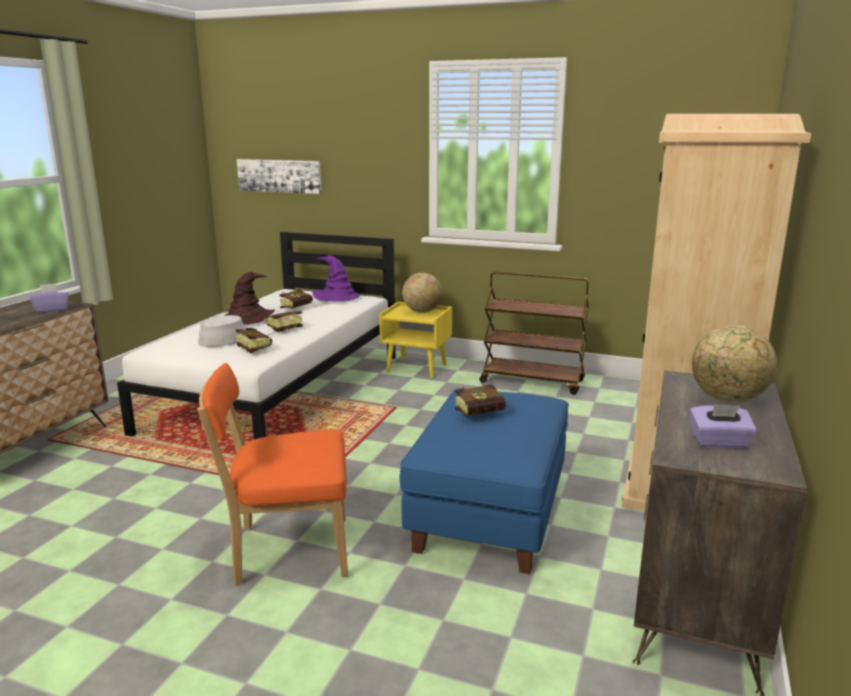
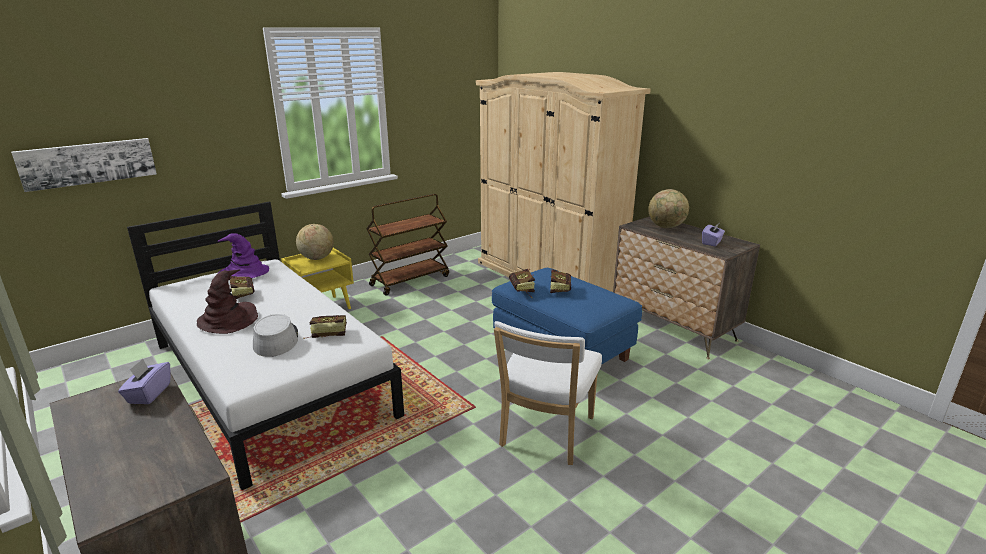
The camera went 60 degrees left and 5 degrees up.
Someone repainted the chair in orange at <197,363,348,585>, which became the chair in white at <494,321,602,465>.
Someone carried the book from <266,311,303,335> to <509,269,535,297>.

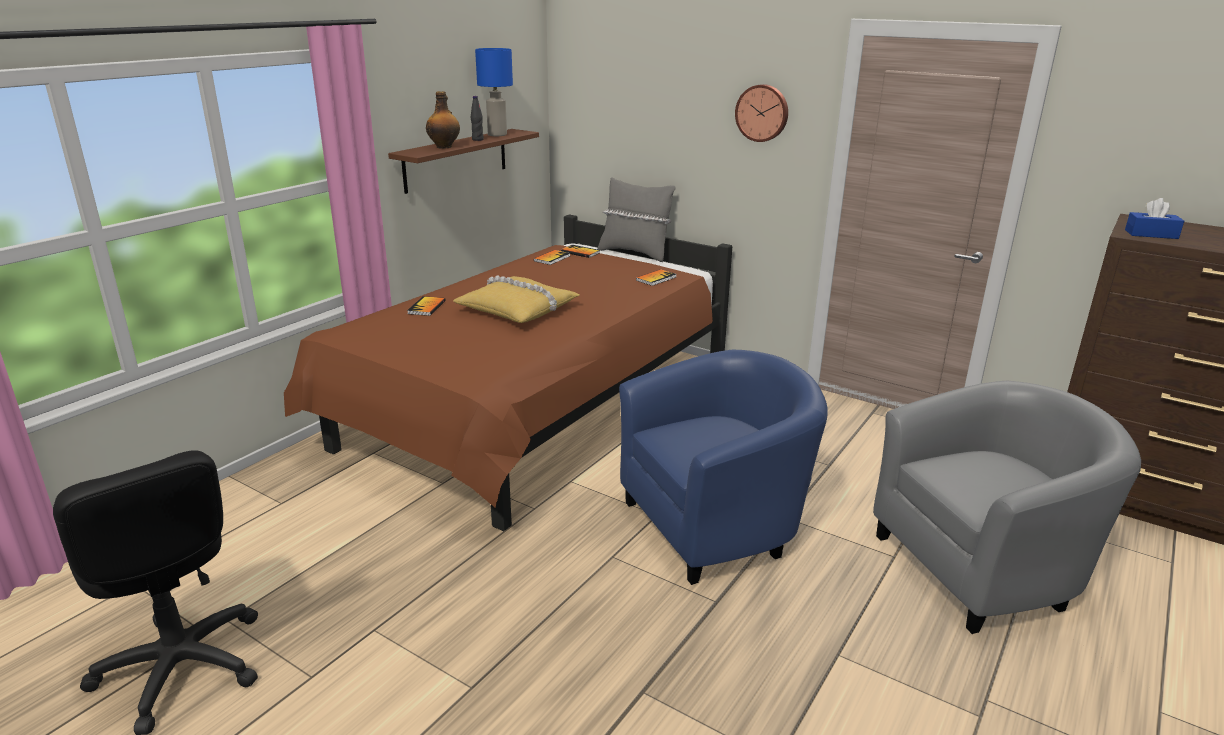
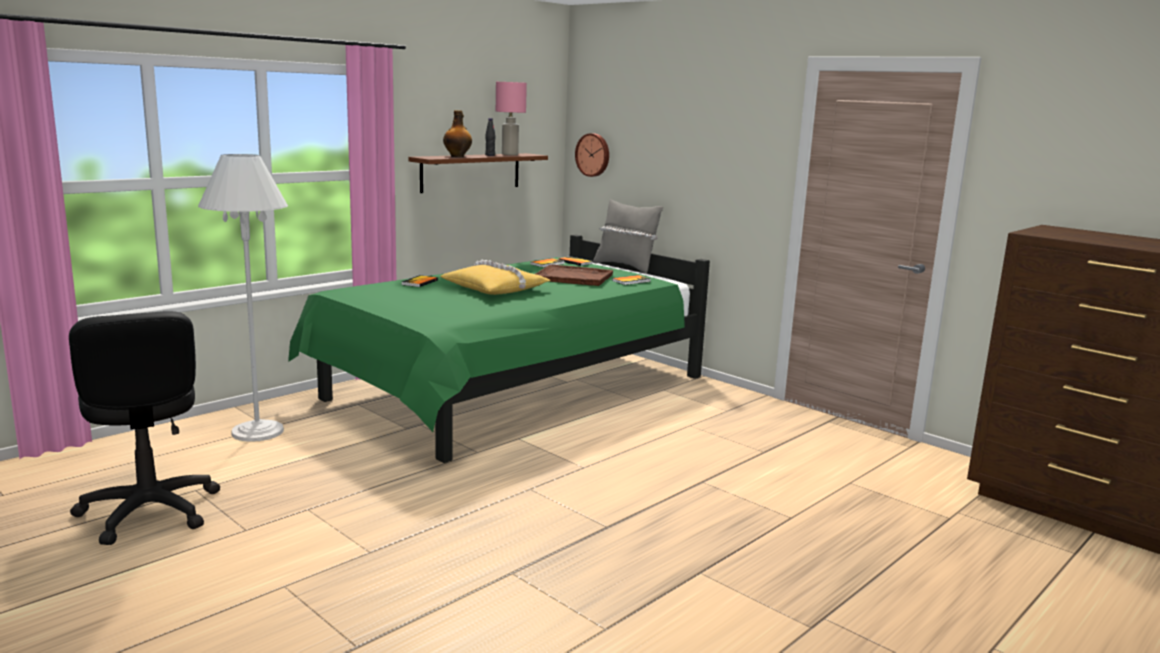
The camera went 10 degrees right and 10 degrees down.
Someone repainted the bed in brown at <284,214,732,531>, which became the bed in green at <288,235,710,463>.
Someone repainted the table lamp in blue at <475,48,513,136>, which became the table lamp in pink at <496,82,527,155>.
Someone took away the armchair in blue at <619,350,828,585>.
Someone carried the wall clock from <735,84,788,142> to <575,133,609,177>.
Someone took away the armchair in grey at <873,381,1141,634>.
Someone took away the tissue box in blue at <1125,198,1184,239>.
Someone put down the floor lamp in white at <198,154,288,442>.
Someone put down the tray in brown at <535,264,613,286>.

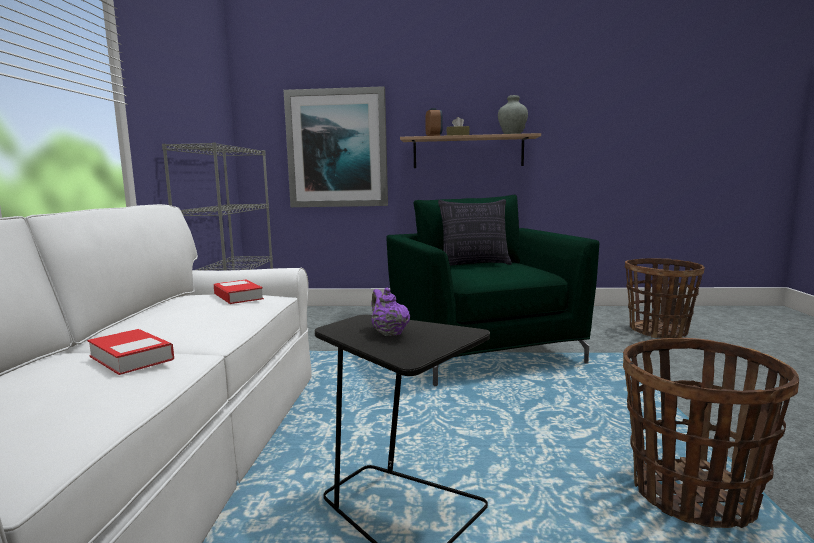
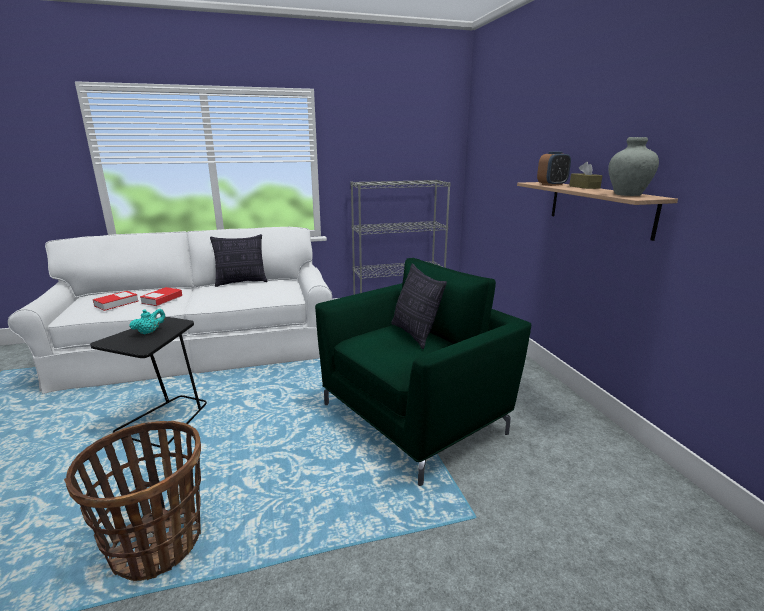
The camera went 70 degrees right and 10 degrees up.
Someone carried the book from <214,280,264,304> to <93,291,138,311>.
Someone took away the picture at <284,86,388,207>.
Someone repainted the teapot in purple at <371,288,410,336>, which became the teapot in turquoise at <129,309,166,335>.
Someone took away the basket at <625,258,705,339>.
Someone put down the pillow at <210,234,268,287>.

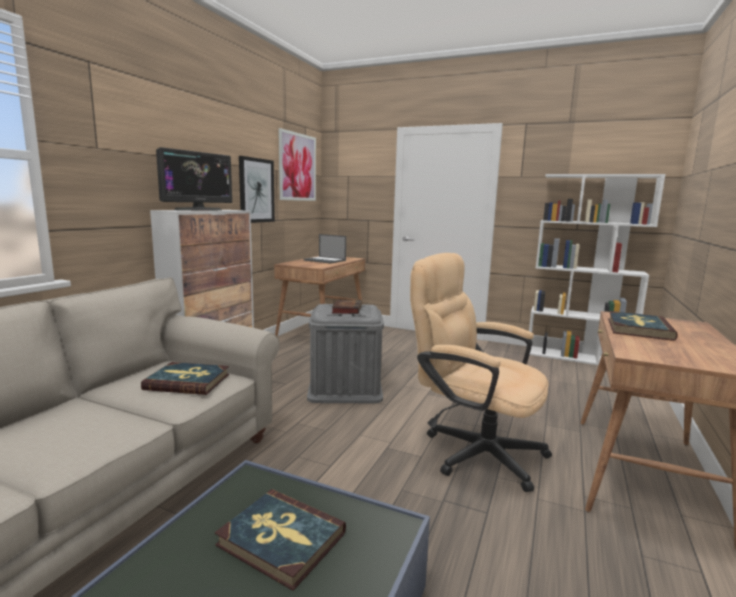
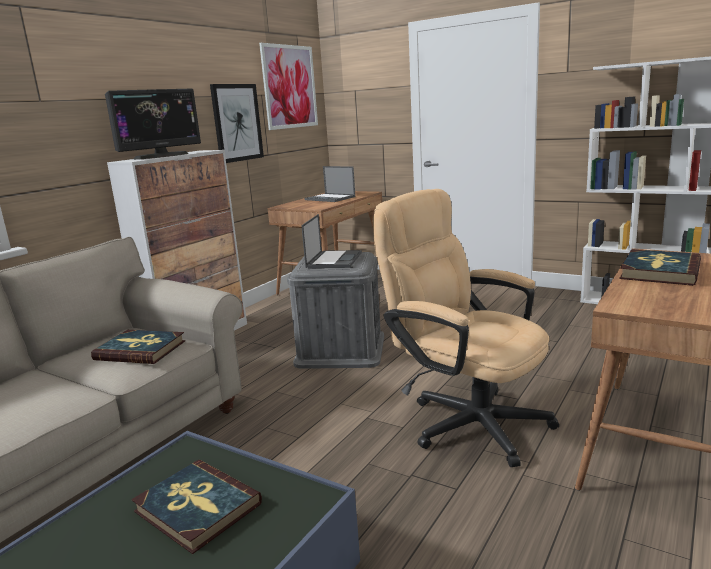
The camera went 10 degrees right and 5 degrees up.
Someone swapped the book at <332,299,362,314> for the laptop at <301,214,362,268>.

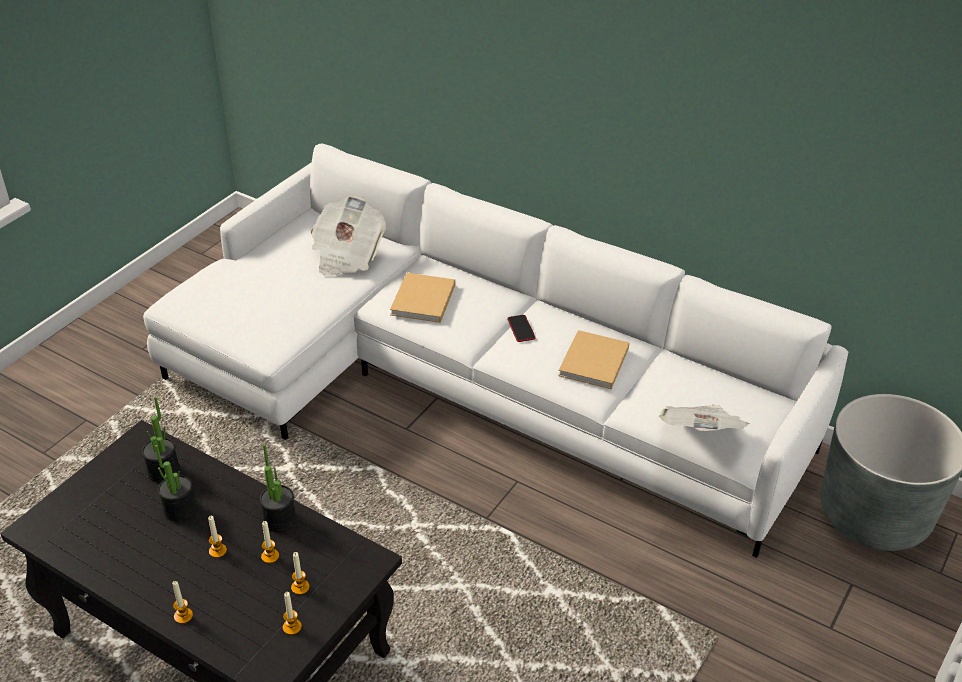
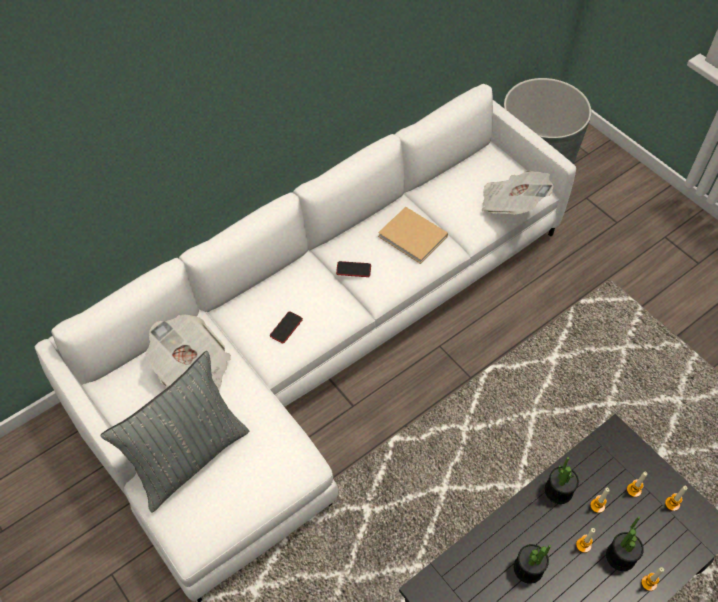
The camera went 70 degrees left and 15 degrees up.
Someone carried the potted plant from <142,397,180,483> to <606,516,644,571>.
Someone swapped the book in beige at <390,273,455,323> for the phone at <270,311,303,343>.
Someone put down the pillow in grey at <100,351,249,513>.

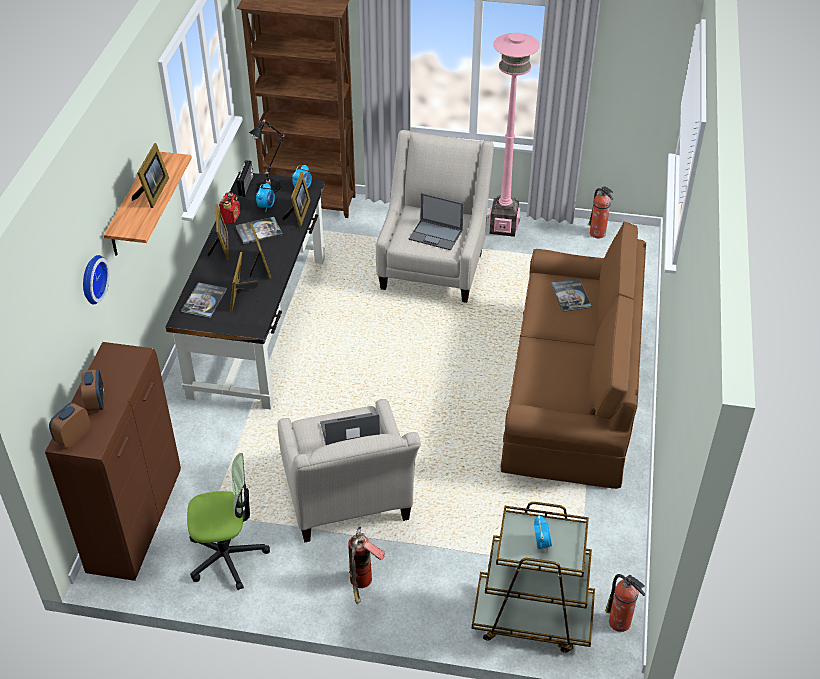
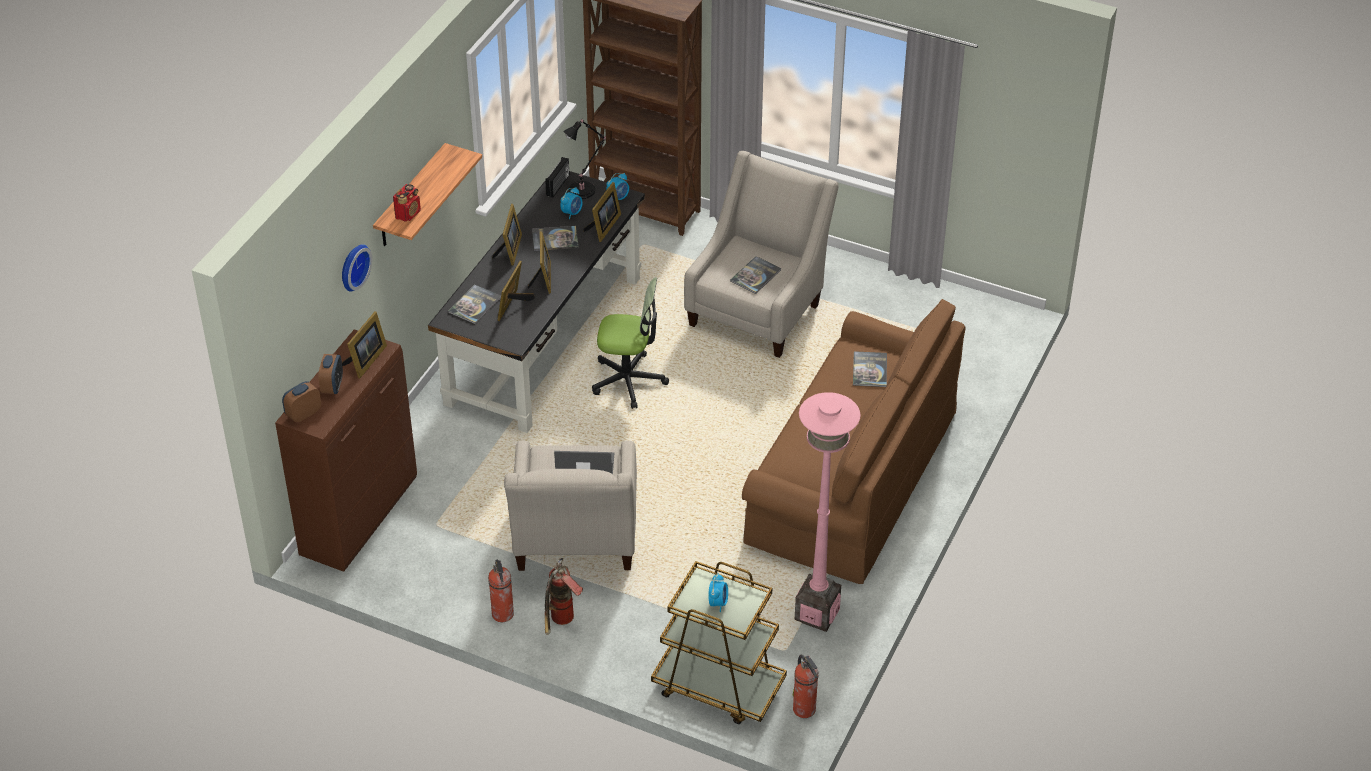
The camera went 15 degrees right and 0 degrees up.
Someone carried the picture frame from <132,143,169,208> to <342,311,387,378>.
Someone carried the office chair from <187,453,270,590> to <592,277,669,409>.
Someone carried the radio from <219,192,240,224> to <393,184,421,222>.
Someone swapped the laptop at <409,193,464,250> for the book at <730,256,781,294>.
Someone carried the floor lamp in pink from <488,33,540,237> to <795,392,861,632>.
Someone carried the fire extinguisher from <588,186,613,238> to <488,559,514,622>.

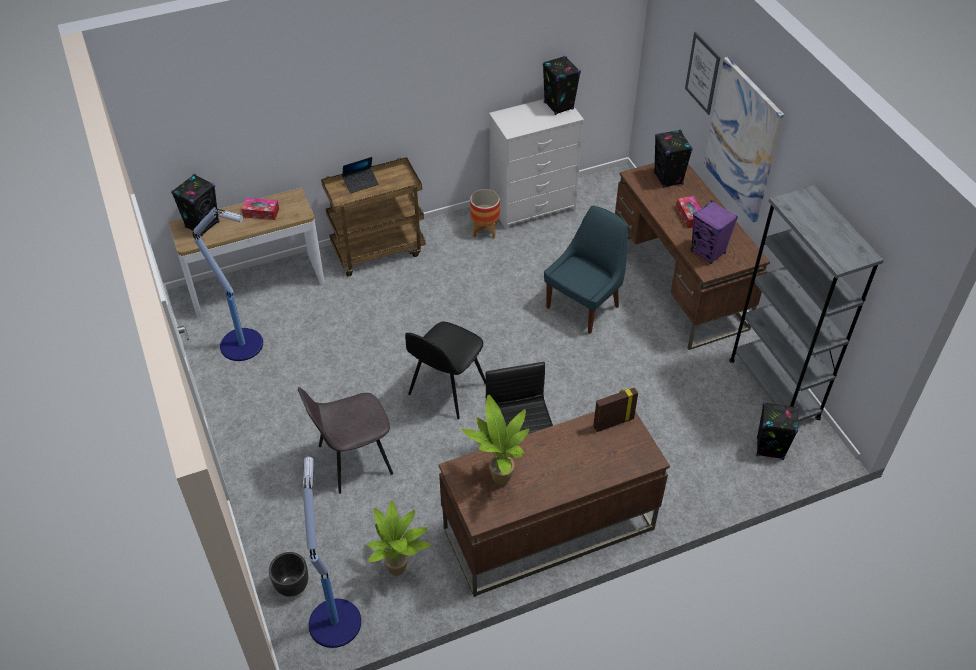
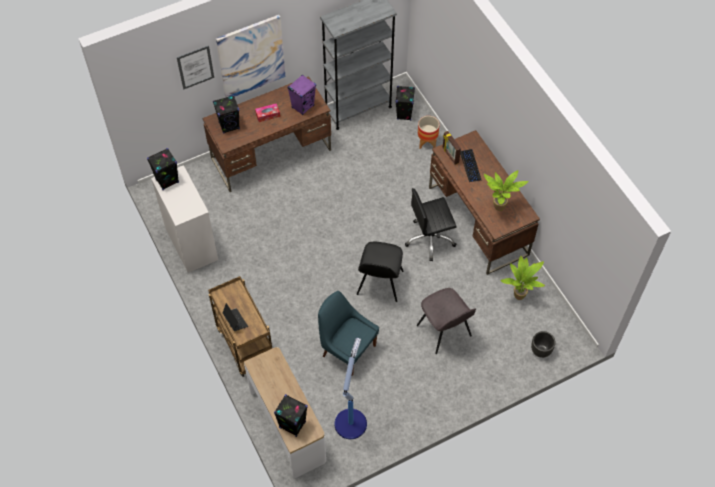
The camera went 95 degrees left and 10 degrees up.
Someone took away the tissue box at <242,198,279,220>.
Someone took away the floor lamp at <303,457,361,648>.
Someone rotated the chair in black at <405,322,486,419> by 75 degrees clockwise.
Someone carried the planter from <470,189,500,239> to <418,116,440,149>.
Someone carried the chair in blue from <544,206,628,334> to <318,291,379,375>.
Someone put down the keyboard at <460,149,481,182>.

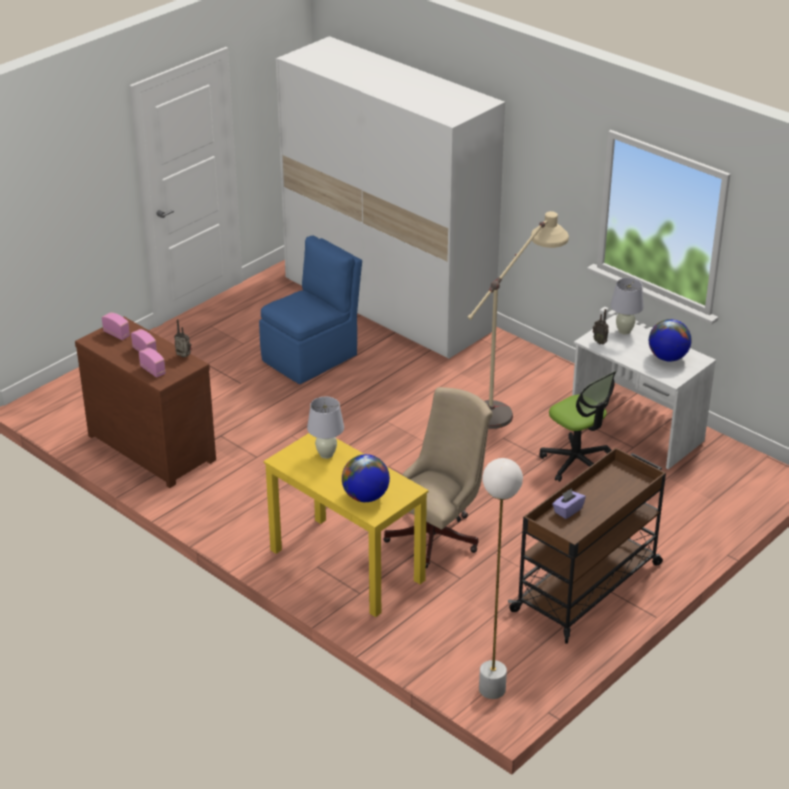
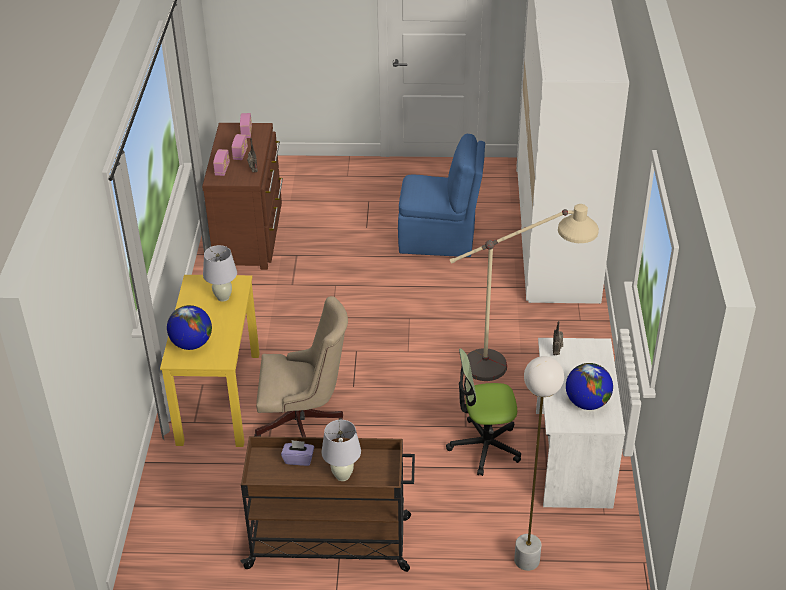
The camera went 50 degrees right and 5 degrees up.
Someone carried the floor lamp in white from <479,458,523,699> to <514,356,564,571>.
Someone rotated the office chair at <539,371,616,482> by 75 degrees clockwise.
Someone carried the table lamp in white from <611,278,644,334> to <321,420,361,481>.

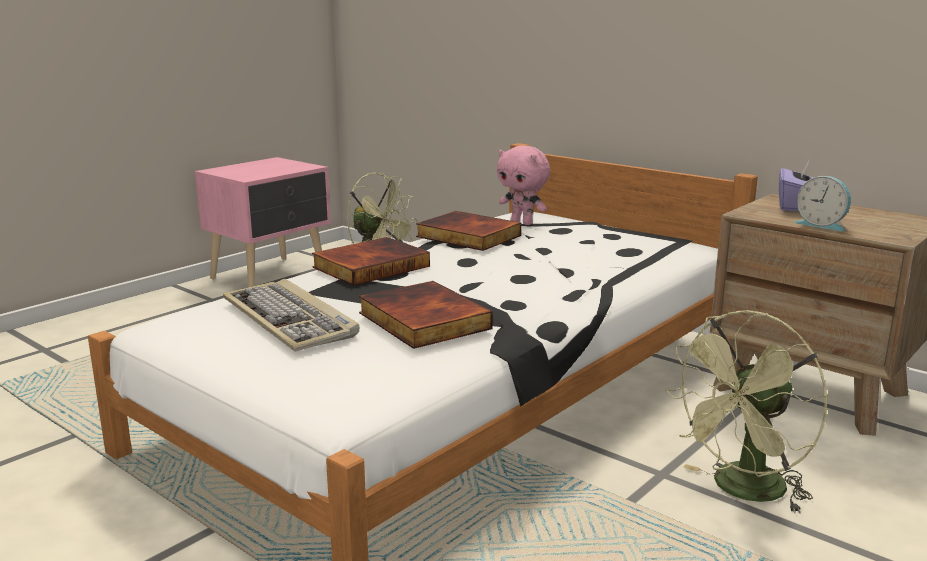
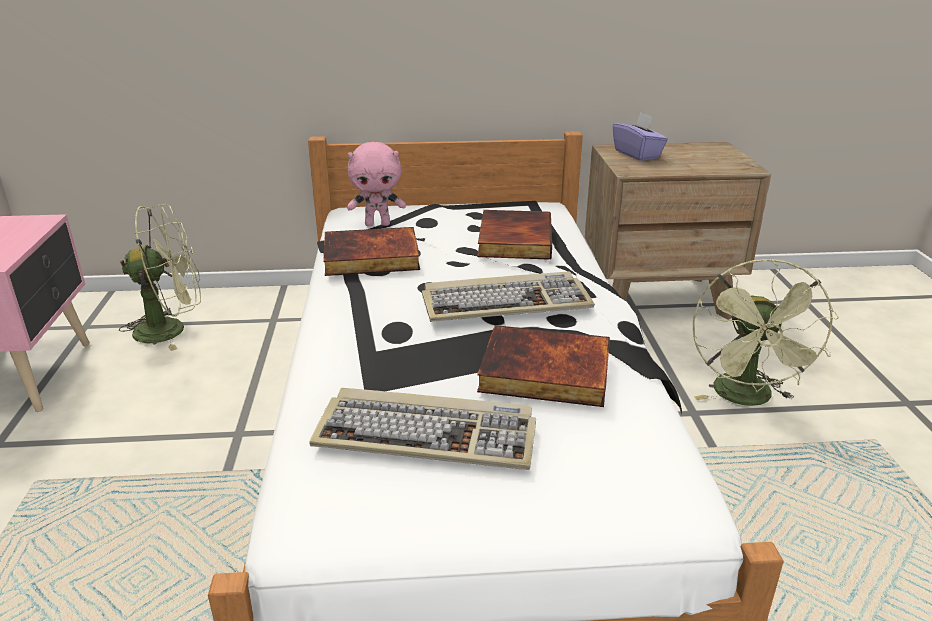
The camera went 45 degrees left and 10 degrees up.
Someone carried the book from <312,237,430,286> to <477,210,552,260>.
Someone took away the alarm clock at <794,176,851,231>.
Someone put down the keyboard at <422,272,595,322>.

